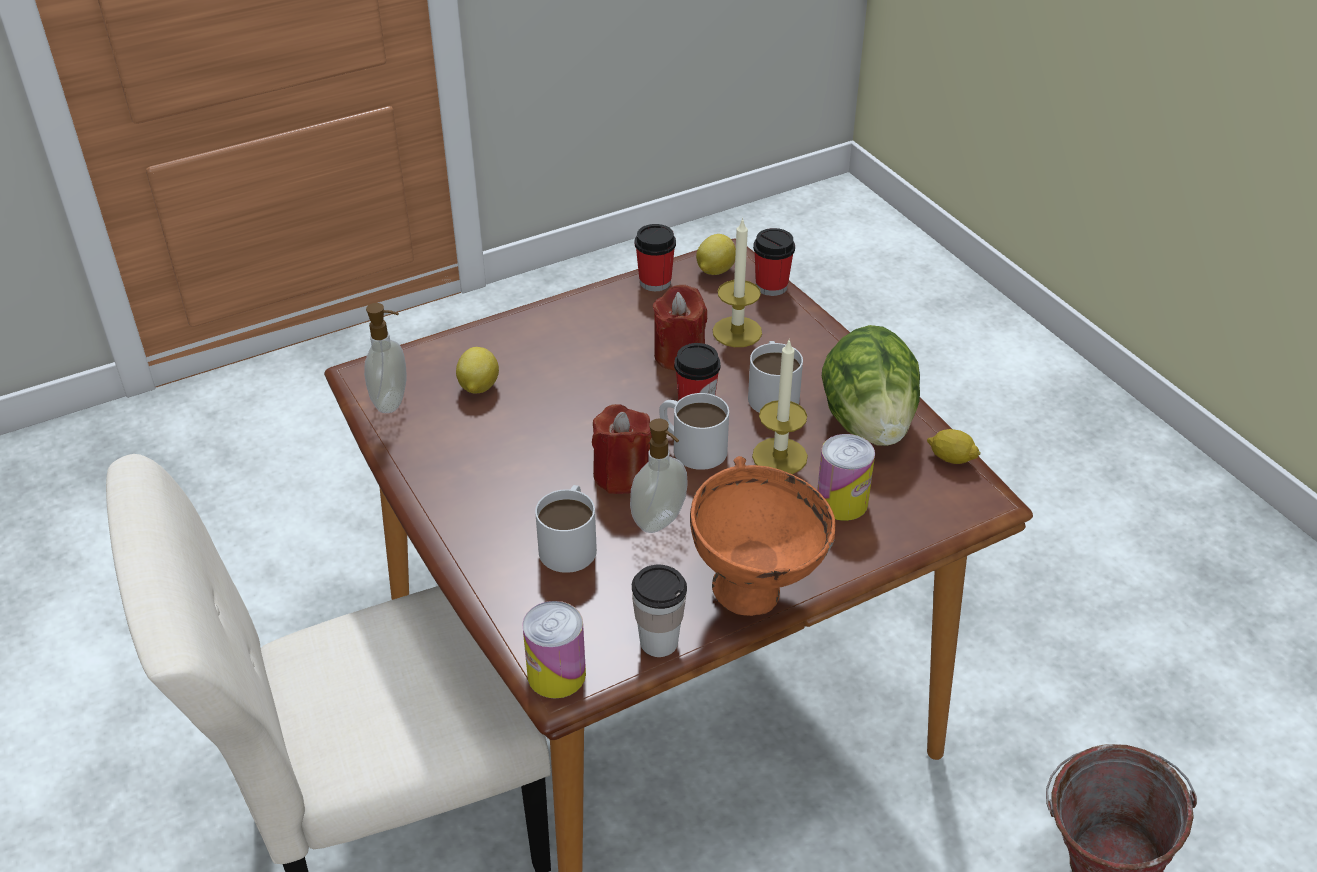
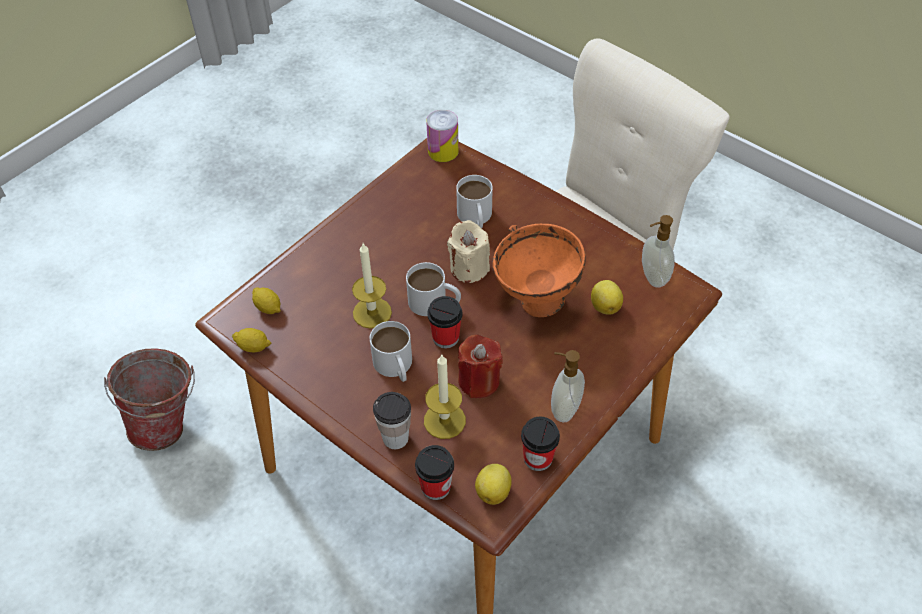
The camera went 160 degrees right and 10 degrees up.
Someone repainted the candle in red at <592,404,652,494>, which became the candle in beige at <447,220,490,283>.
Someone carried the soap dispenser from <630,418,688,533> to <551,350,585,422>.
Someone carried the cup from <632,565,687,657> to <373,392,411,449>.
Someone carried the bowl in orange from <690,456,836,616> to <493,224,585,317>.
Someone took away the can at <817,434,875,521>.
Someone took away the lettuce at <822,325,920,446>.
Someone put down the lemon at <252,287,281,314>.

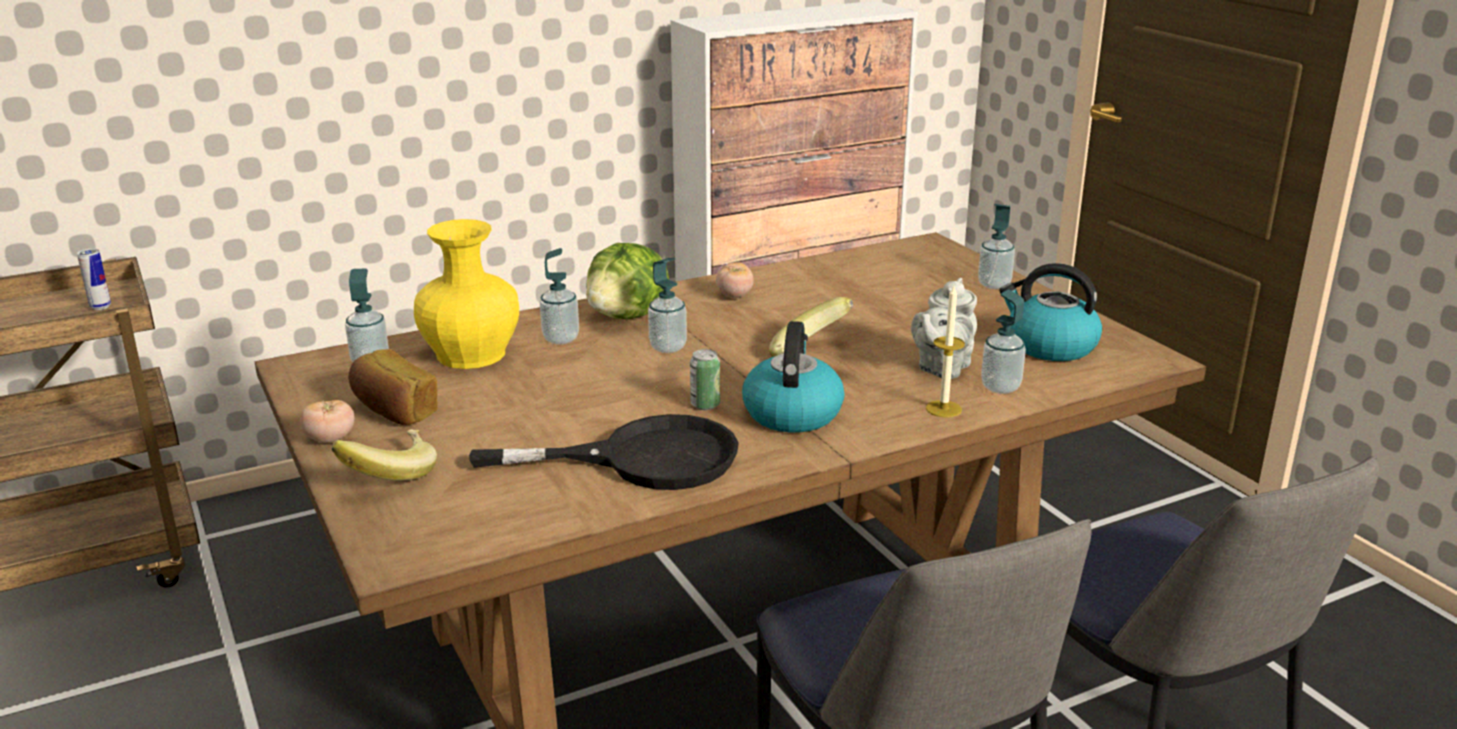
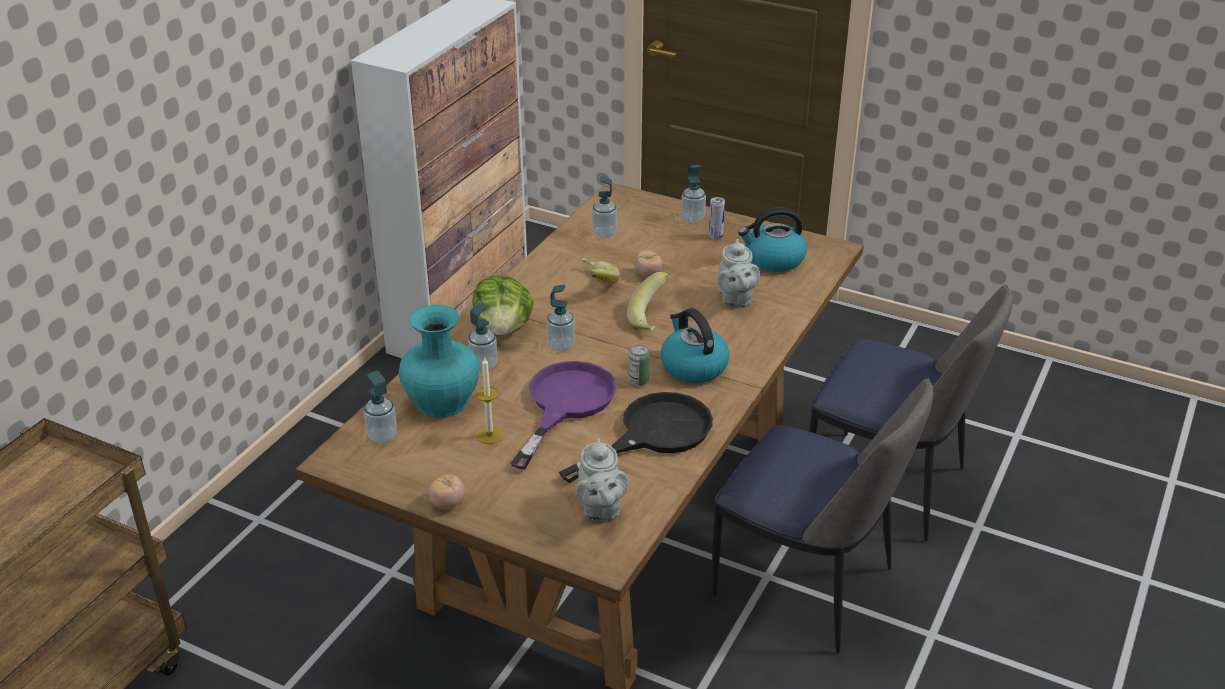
The camera went 35 degrees left and 10 degrees up.
Someone carried the can from <77,249,111,310> to <709,197,725,240>.
Someone carried the banana from <332,429,437,481> to <582,258,620,285>.
Someone took away the bread at <348,349,438,425>.
Someone repainted the vase in yellow at <414,219,519,369>, which became the vase in turquoise at <399,305,479,418>.
Someone carried the tomato from <716,262,753,298> to <634,250,663,277>.
Someone carried the candle from <926,286,965,417> to <476,358,503,444>.
Someone carried the soap dispenser from <981,290,1026,394> to <592,176,617,238>.
Someone put down the frying pan in purple at <511,361,617,470>.
Someone put down the teapot in grey at <575,438,628,521>.

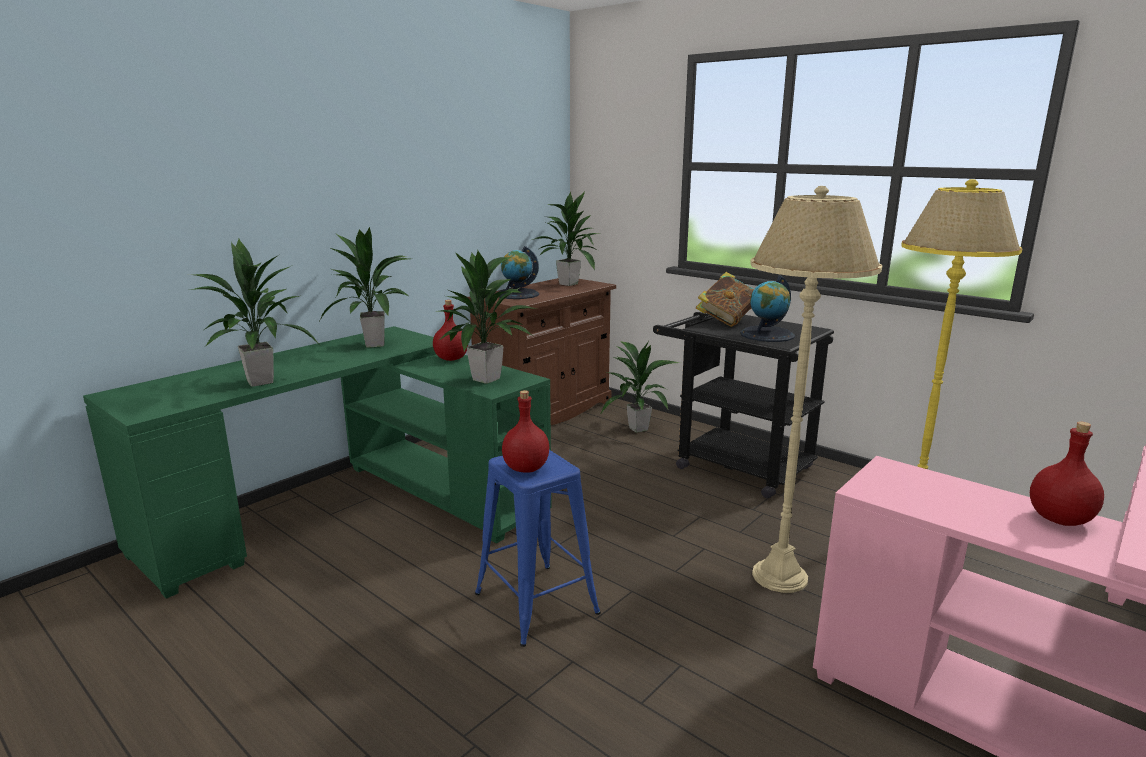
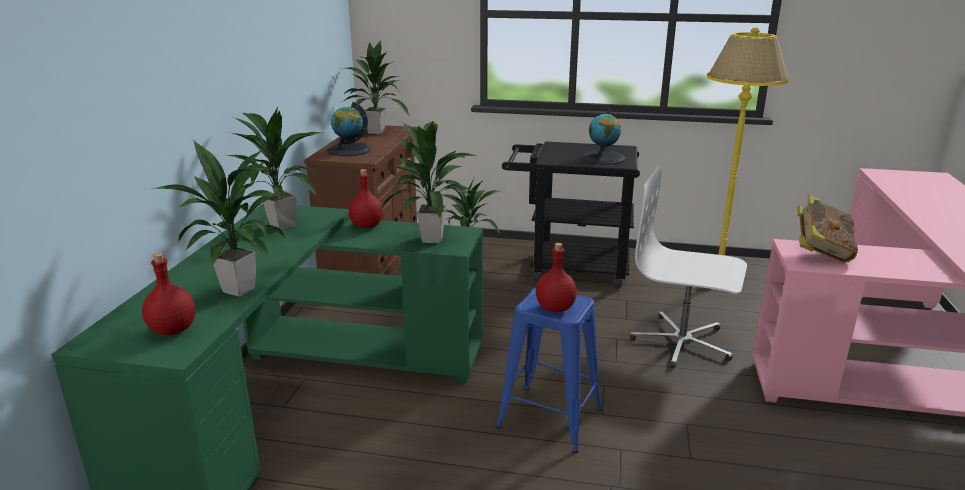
The camera went 30 degrees left and 5 degrees up.
Someone carried the book from <696,272,754,327> to <797,195,858,263>.
Someone swapped the floor lamp in beige at <750,186,882,593> for the office chair in white at <630,167,747,368>.
Someone carried the bottle in red from <1030,421,1104,526> to <142,253,196,336>.

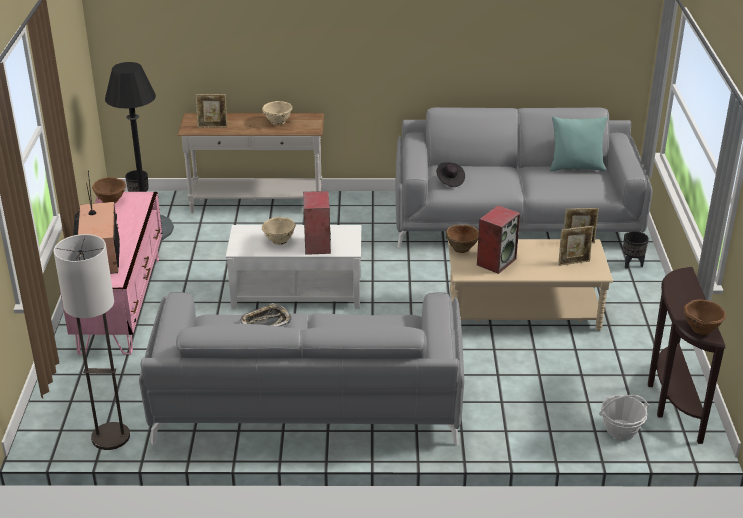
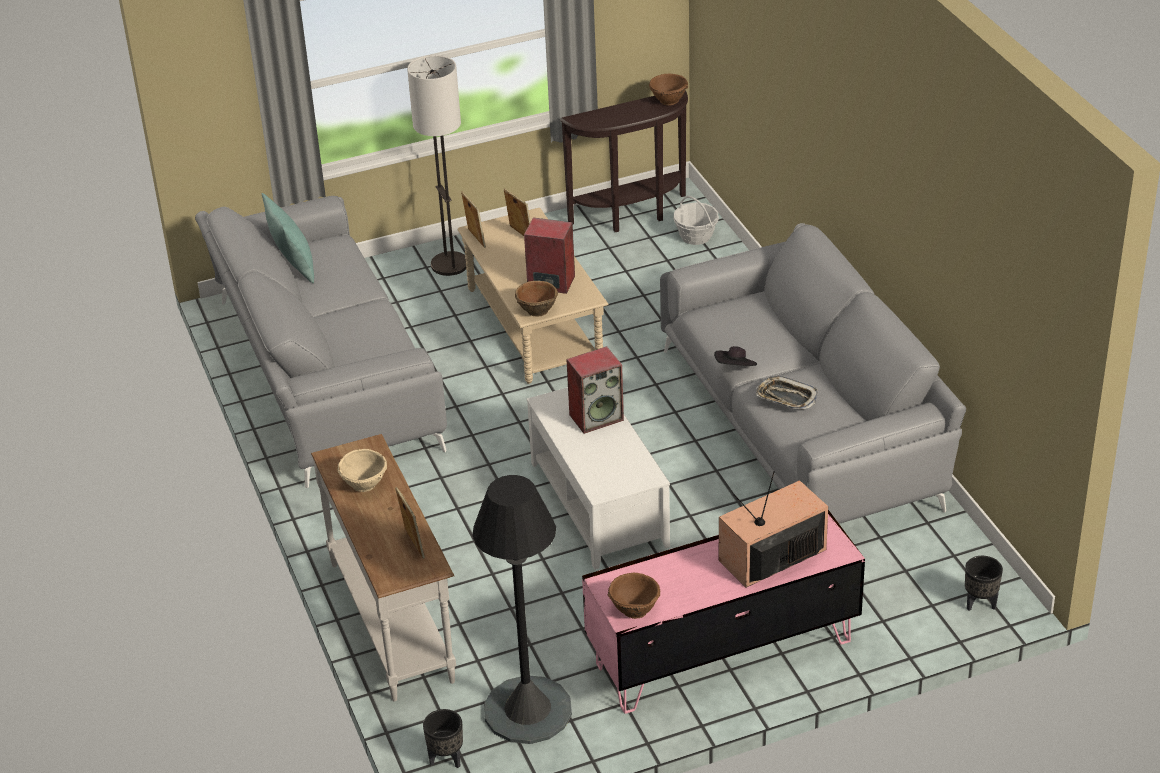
The camera went 110 degrees left and 5 degrees up.
Someone carried the floor lamp from <54,234,130,450> to <407,55,466,276>.
Someone took away the bowl in beige at <262,217,296,245>.
Someone carried the hat in black from <436,162,465,187> to <714,346,757,366>.
Someone carried the planter in black from <623,231,649,269> to <965,556,1003,611>.

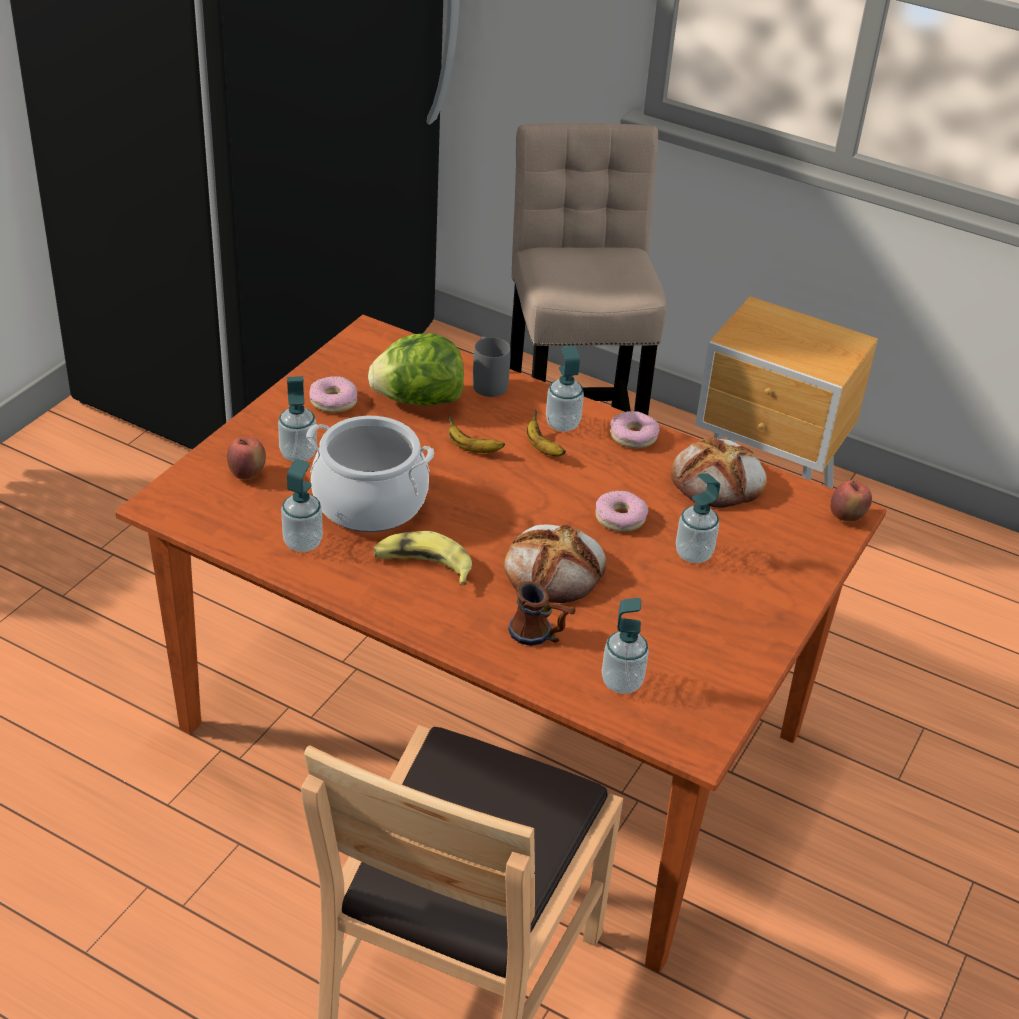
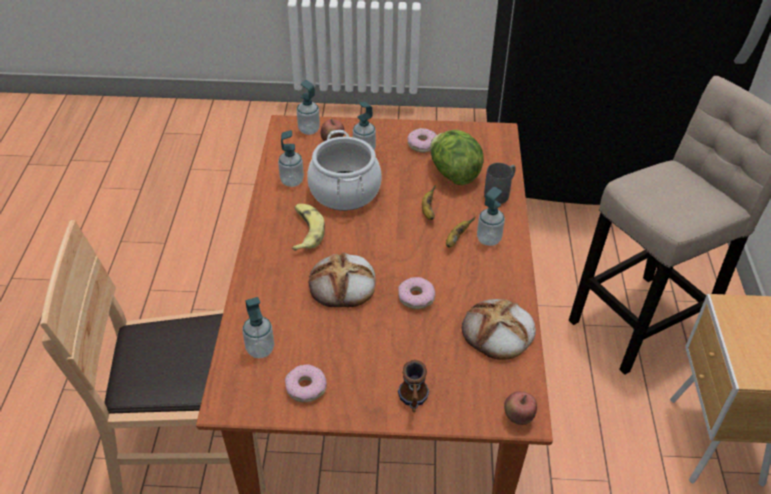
The camera went 65 degrees right and 5 degrees up.
Someone carried the mug from <508,581,576,646> to <398,360,429,412>.
Someone carried the donut from <610,411,659,449> to <285,364,327,402>.
Someone carried the soap dispenser from <676,473,720,563> to <297,80,320,135>.

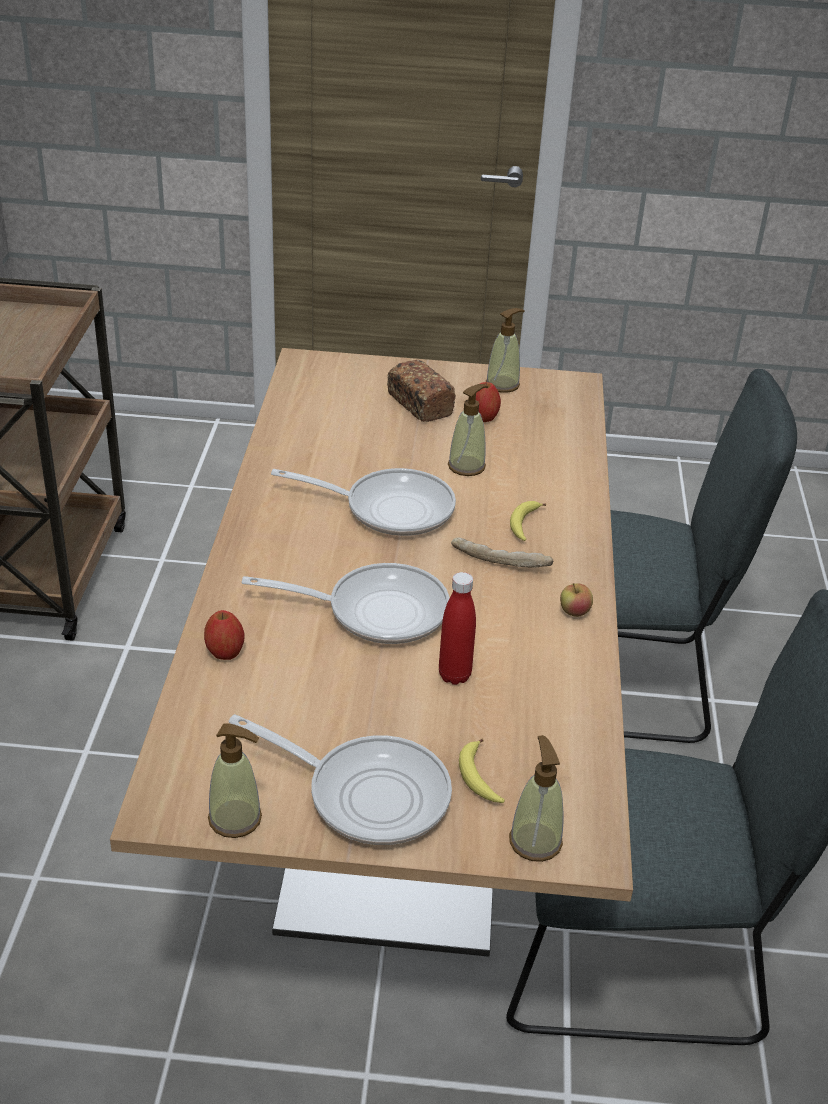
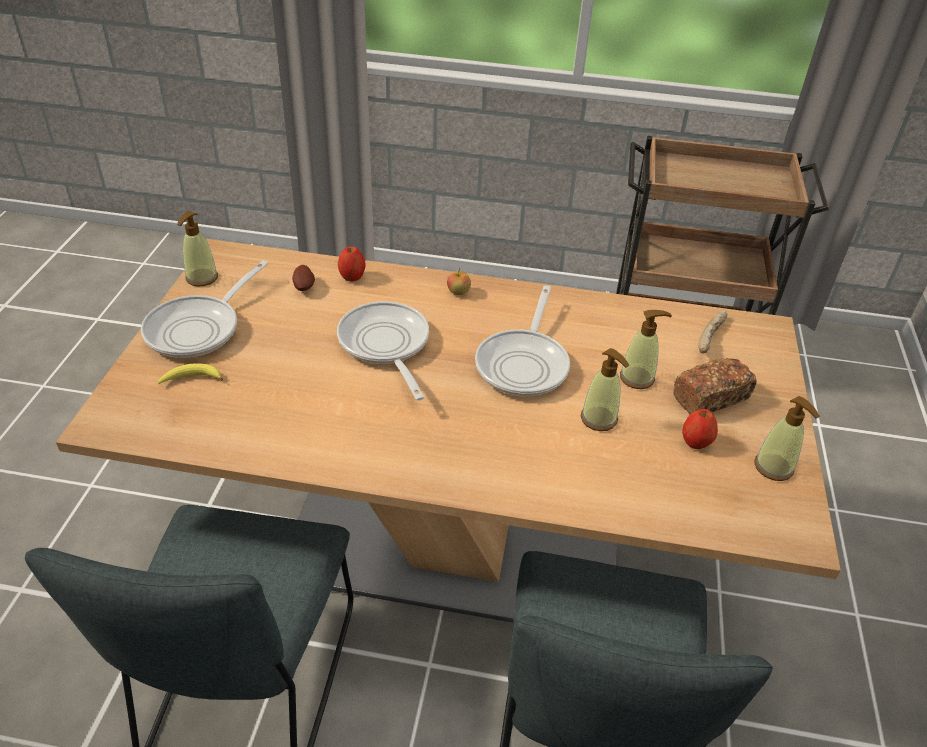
The camera went 95 degrees right and 5 degrees up.
Someone rotated the frying pan at <242,563,449,644> by 150 degrees clockwise.
Someone took away the bottle in red at <439,572,476,685>.
Someone carried the bread from <451,537,553,568> to <698,311,728,353>.
Someone carried the soap dispenser from <509,735,564,862> to <620,310,672,389>.
Someone took away the banana at <510,501,546,541>.
Someone carried the apple from <560,583,593,617> to <447,268,471,295>.
Someone put down the potato at <292,265,315,291>.

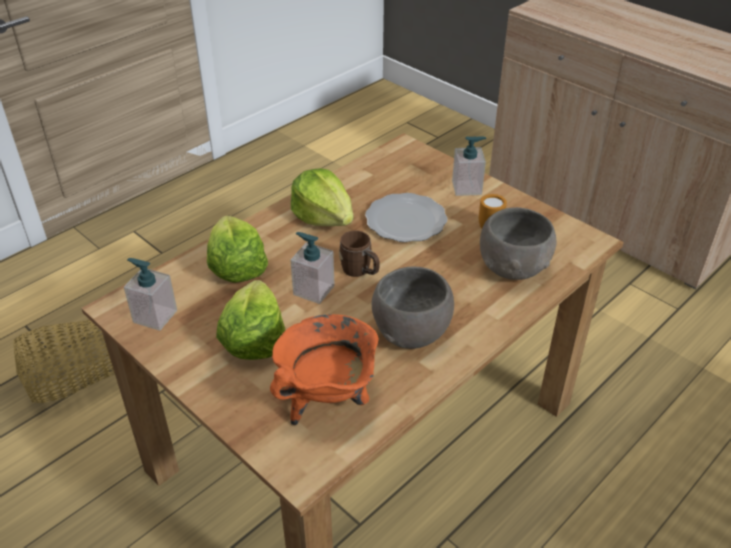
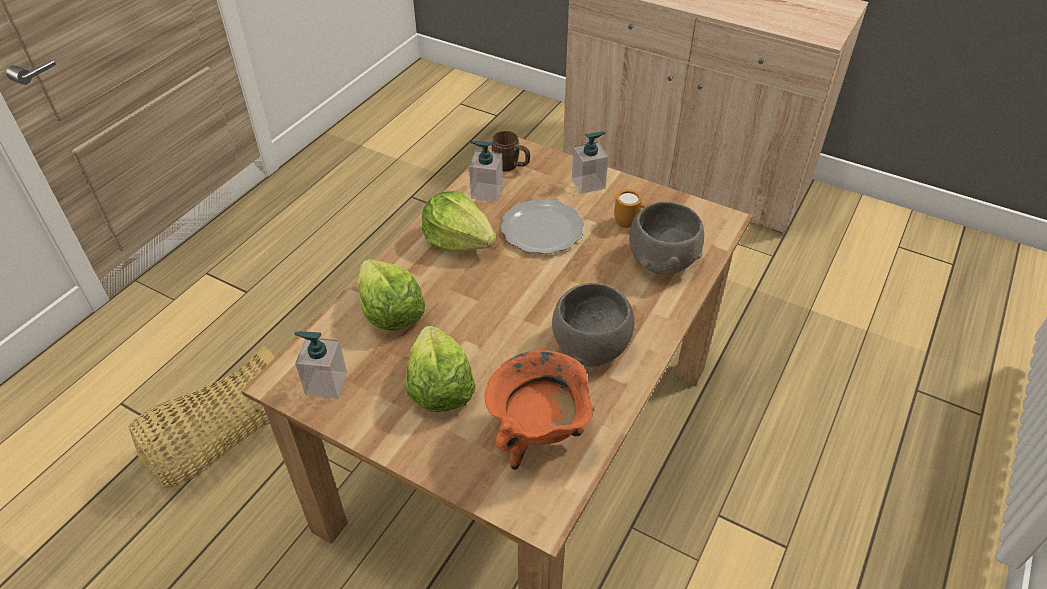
The camera went 15 degrees left and 5 degrees up.
Someone carried the soap dispenser from <290,232,335,304> to <469,141,503,202>.
Someone carried the mug in brown from <339,230,380,277> to <491,131,530,172>.

